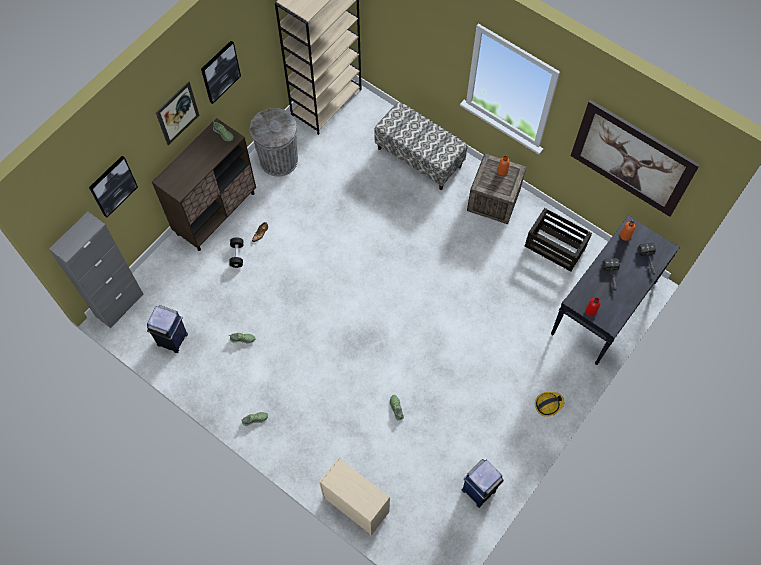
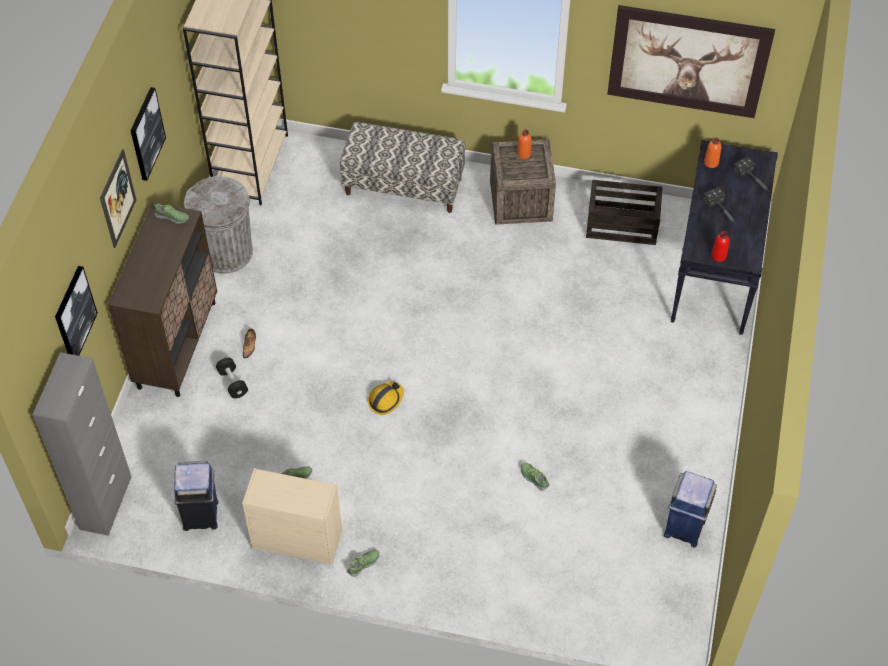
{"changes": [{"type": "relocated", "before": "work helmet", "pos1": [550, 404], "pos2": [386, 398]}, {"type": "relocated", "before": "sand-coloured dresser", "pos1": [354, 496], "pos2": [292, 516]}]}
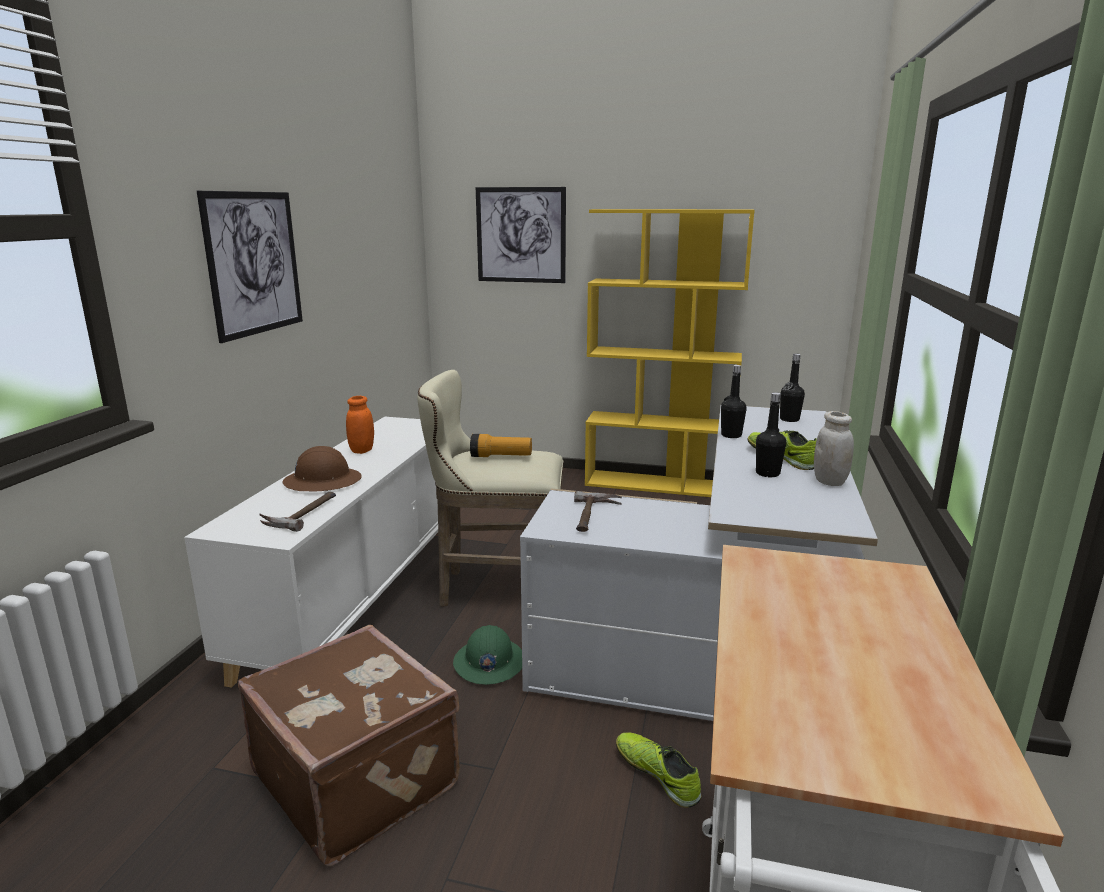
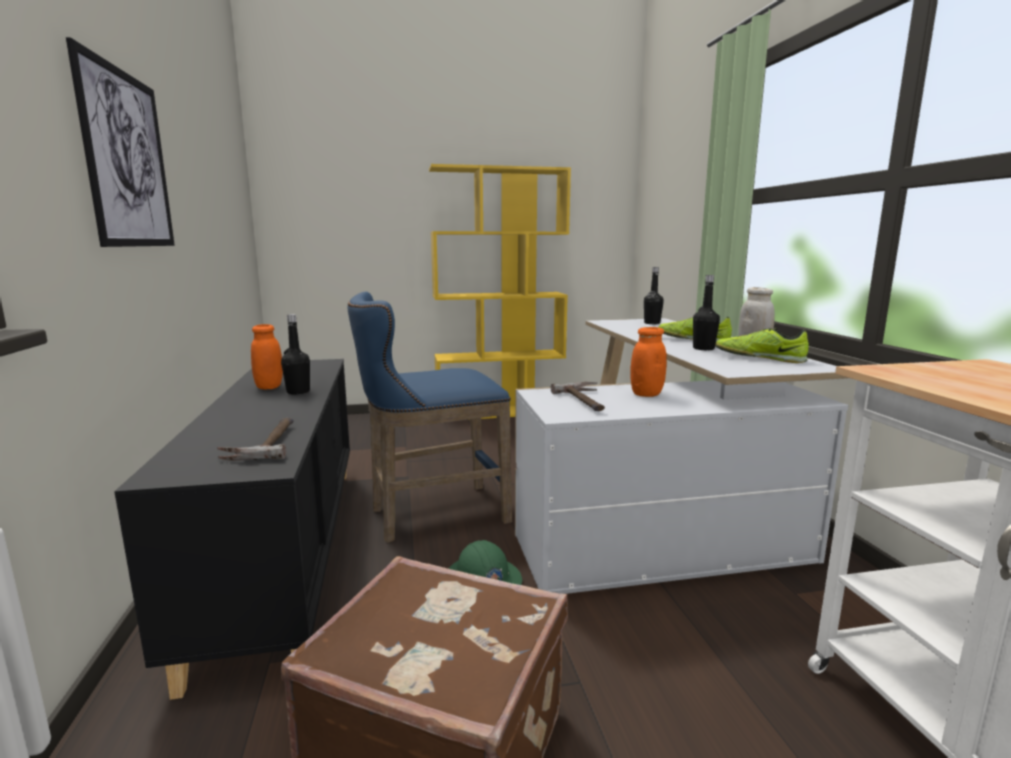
{"changes": [{"type": "missing", "before": "picture", "pos1": [521, 235]}, {"type": "relocated", "before": "blackish bottle", "pos1": [734, 401], "pos2": [295, 354]}, {"type": "colour", "before": "sand-coloured sitting stool", "after": "bluish sitting stool", "pos1": [490, 488], "pos2": [430, 417]}, {"type": "colour", "before": "white-coloured cupboard", "after": "blackish cupboard", "pos1": [311, 552], "pos2": [232, 529]}, {"type": "missing", "before": "torch", "pos1": [501, 445]}, {"type": "missing", "before": "brown work helmet", "pos1": [322, 469]}, {"type": "relocated", "before": "shoe", "pos1": [658, 770], "pos2": [762, 345]}, {"type": "appeared", "after": "orange preserve jar", "pos2": [649, 362]}]}
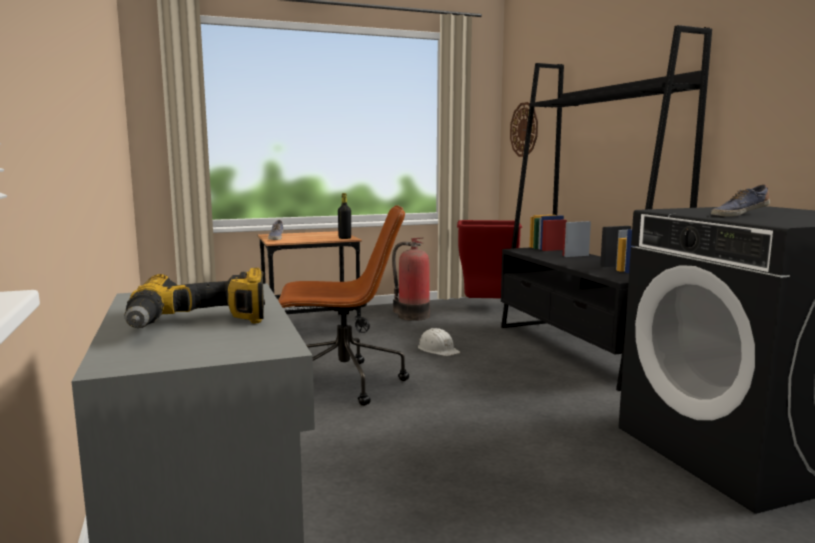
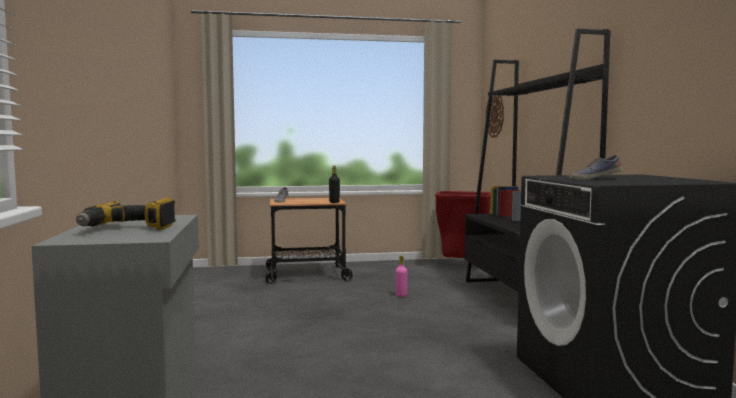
{"changes": [{"type": "missing", "before": "brown computer chair", "pos1": [343, 305]}, {"type": "missing", "before": "extinguisher", "pos1": [411, 279]}, {"type": "exchanged", "before": "white-coloured work helmet", "after": "pinkish bottle", "pos1": [439, 342], "pos2": [402, 276]}]}
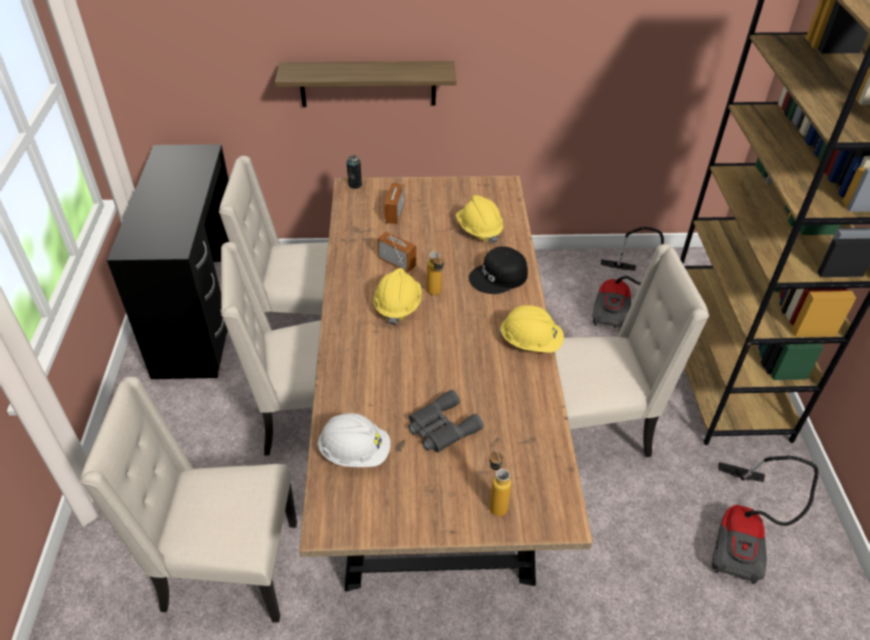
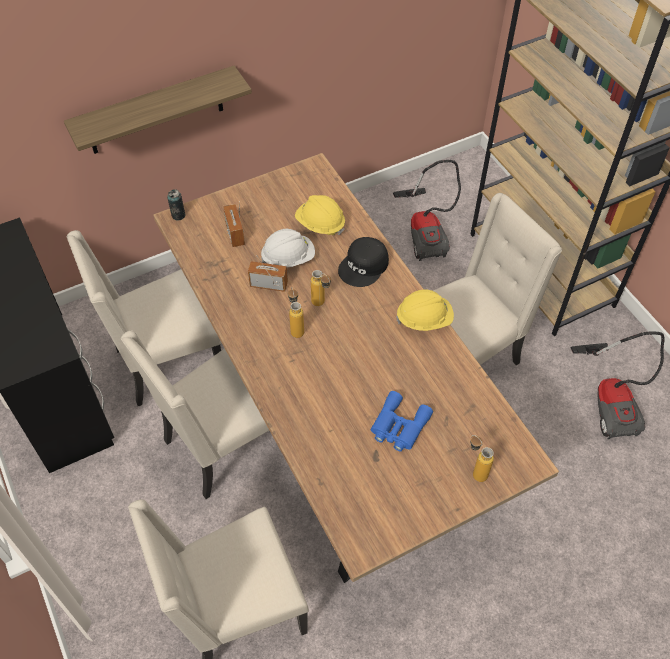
{"changes": [{"type": "exchanged", "before": "yellow-coloured work helmet", "after": "bottle", "pos1": [398, 296], "pos2": [296, 313]}, {"type": "colour", "before": "gray binoculars", "after": "bluish binoculars", "pos1": [446, 421], "pos2": [402, 421]}, {"type": "relocated", "before": "white-coloured work helmet", "pos1": [354, 440], "pos2": [288, 248]}]}
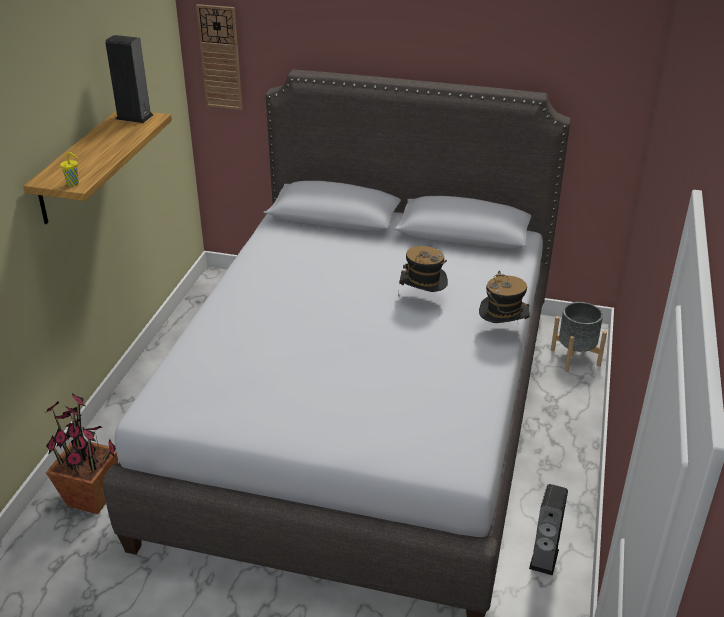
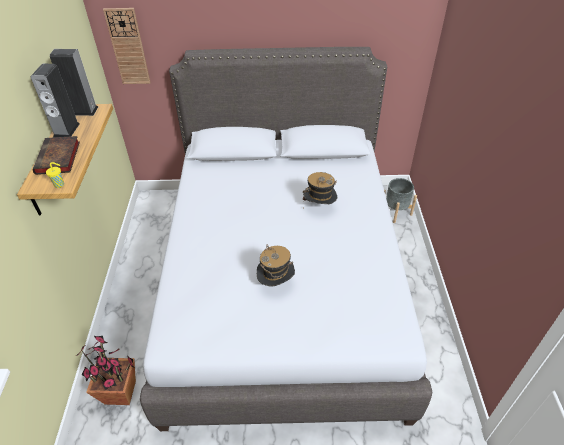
{"changes": [{"type": "relocated", "before": "hat", "pos1": [504, 297], "pos2": [276, 265]}, {"type": "relocated", "before": "loudspeaker", "pos1": [548, 530], "pos2": [55, 101]}, {"type": "appeared", "after": "volume", "pos2": [56, 155]}]}
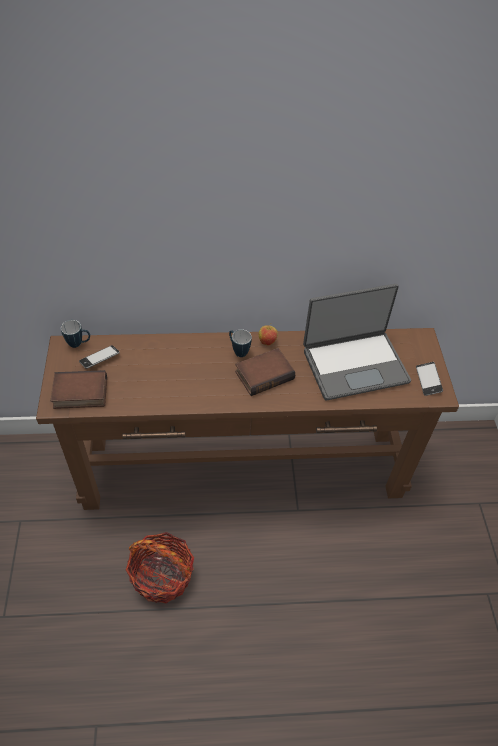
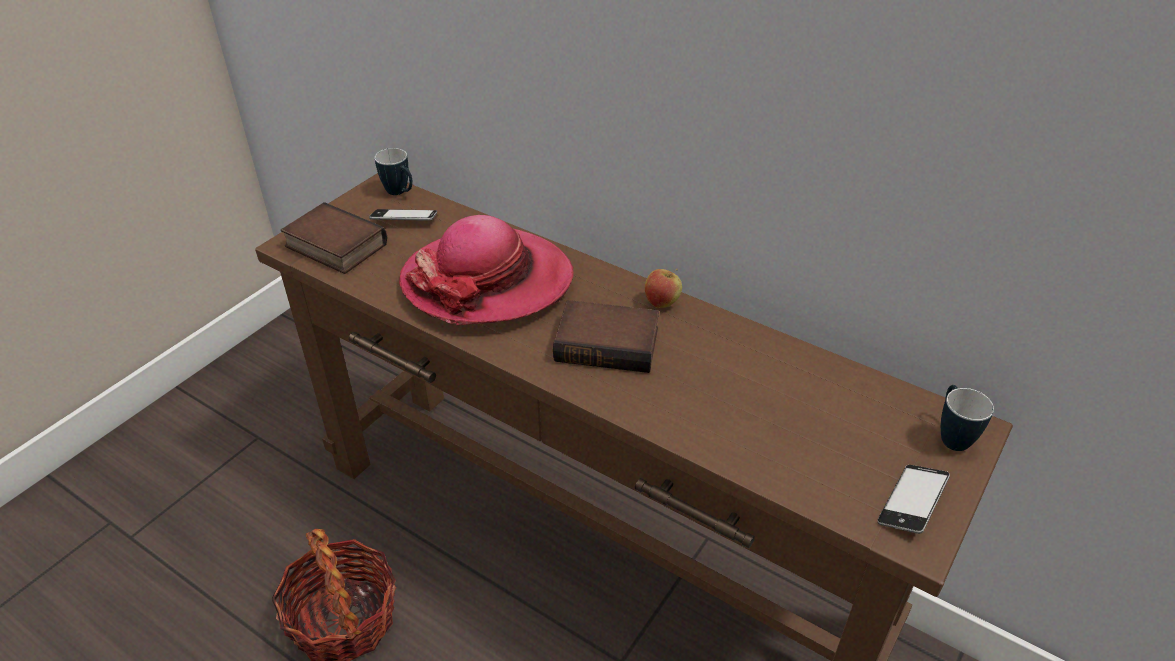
{"changes": [{"type": "missing", "before": "laptop", "pos1": [357, 342]}, {"type": "relocated", "before": "coffee mug", "pos1": [240, 343], "pos2": [967, 418]}, {"type": "appeared", "after": "hat", "pos2": [486, 270]}]}
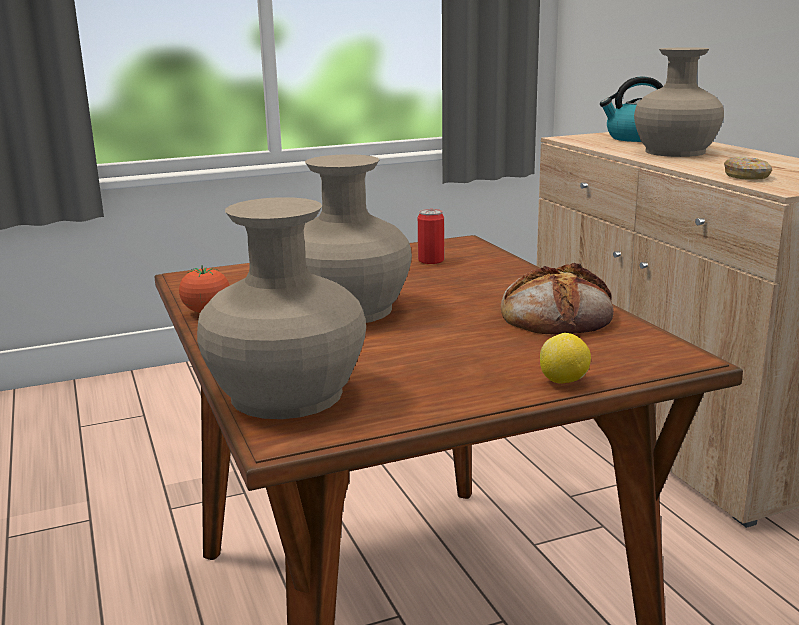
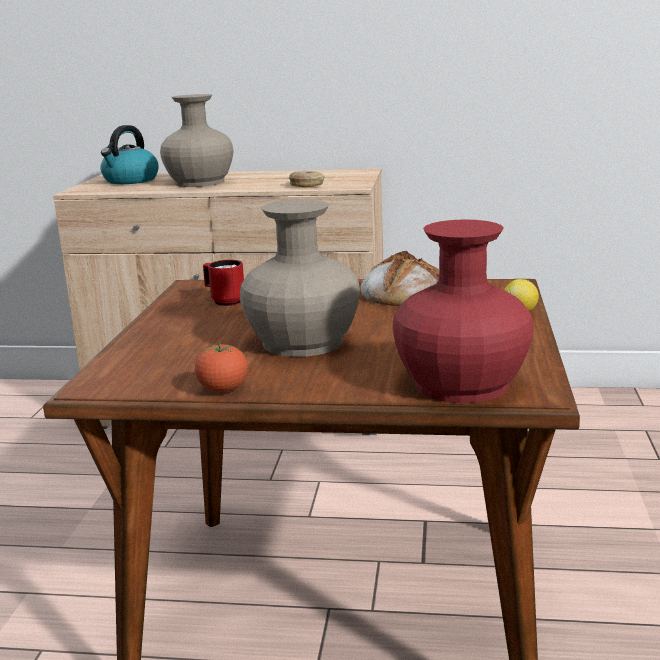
{"changes": [{"type": "colour", "before": "sand-coloured flower vase", "after": "red flower vase", "pos1": [281, 308], "pos2": [463, 311]}, {"type": "exchanged", "before": "can", "after": "red coffee mug", "pos1": [431, 236], "pos2": [223, 283]}]}
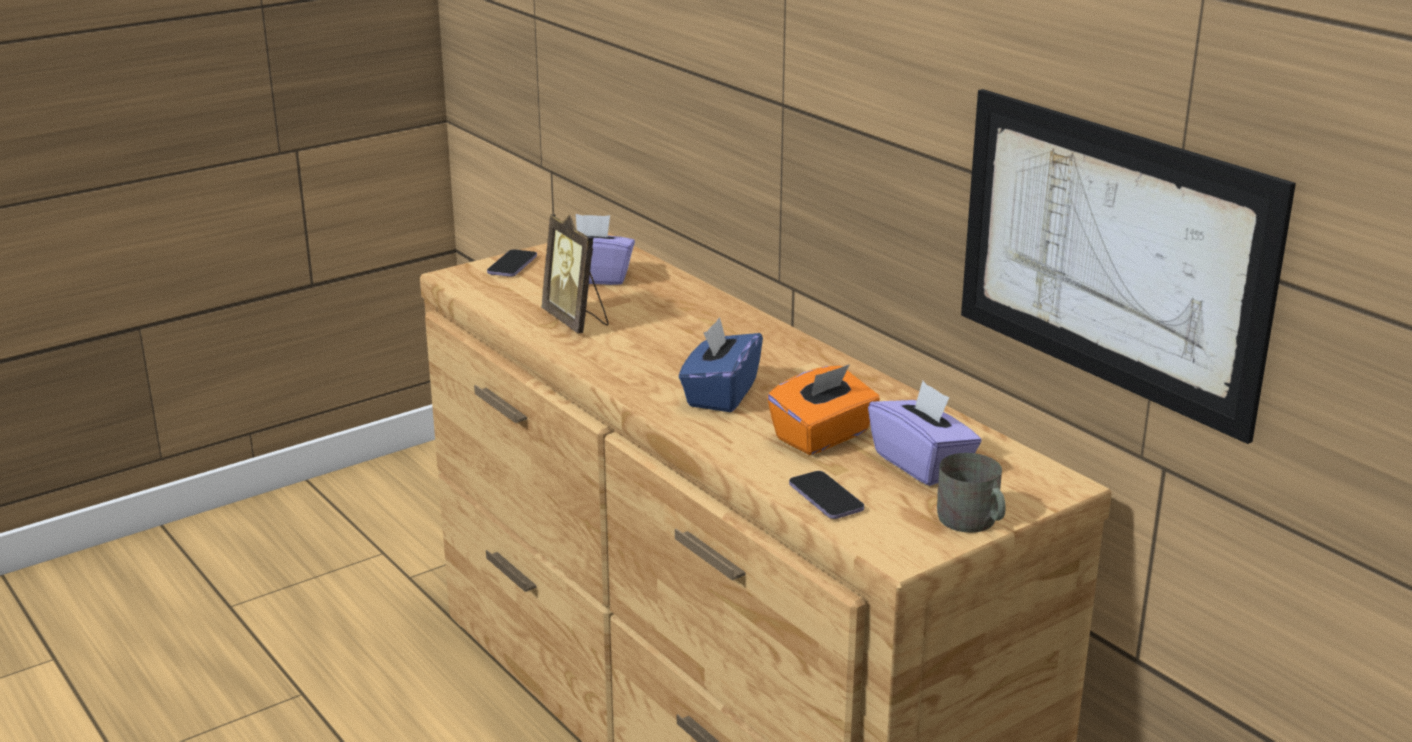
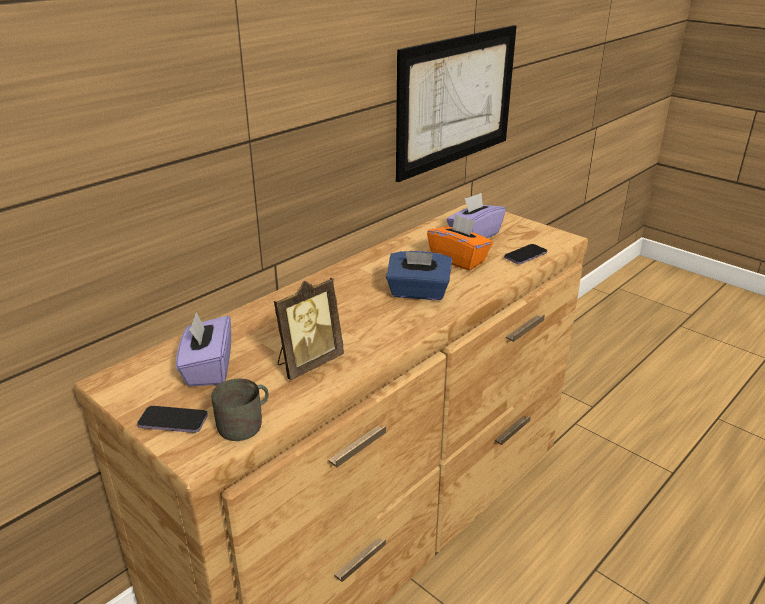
{"changes": [{"type": "relocated", "before": "gray coffee mug", "pos1": [971, 493], "pos2": [240, 409]}]}
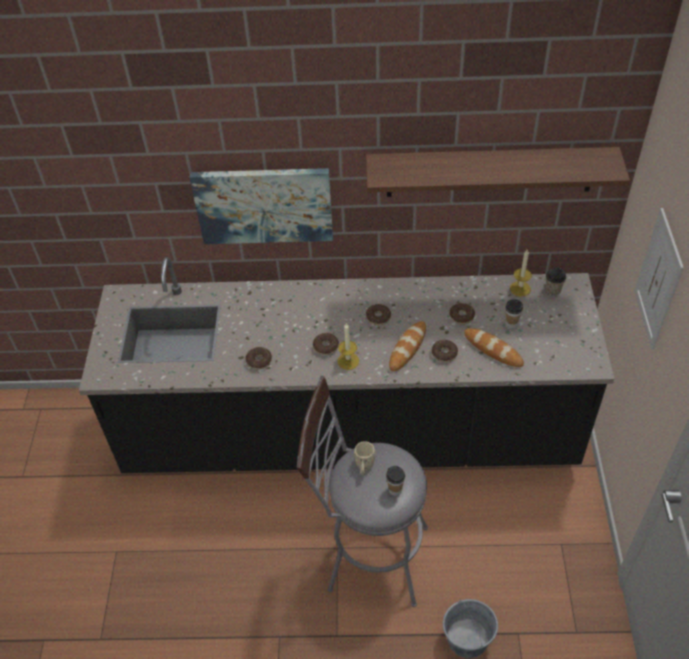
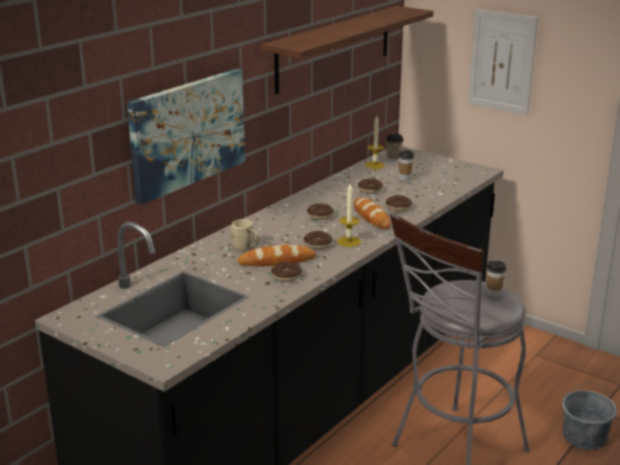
{"changes": [{"type": "relocated", "before": "bread", "pos1": [494, 347], "pos2": [277, 255]}, {"type": "relocated", "before": "sand-coloured coffee mug", "pos1": [365, 458], "pos2": [245, 235]}]}
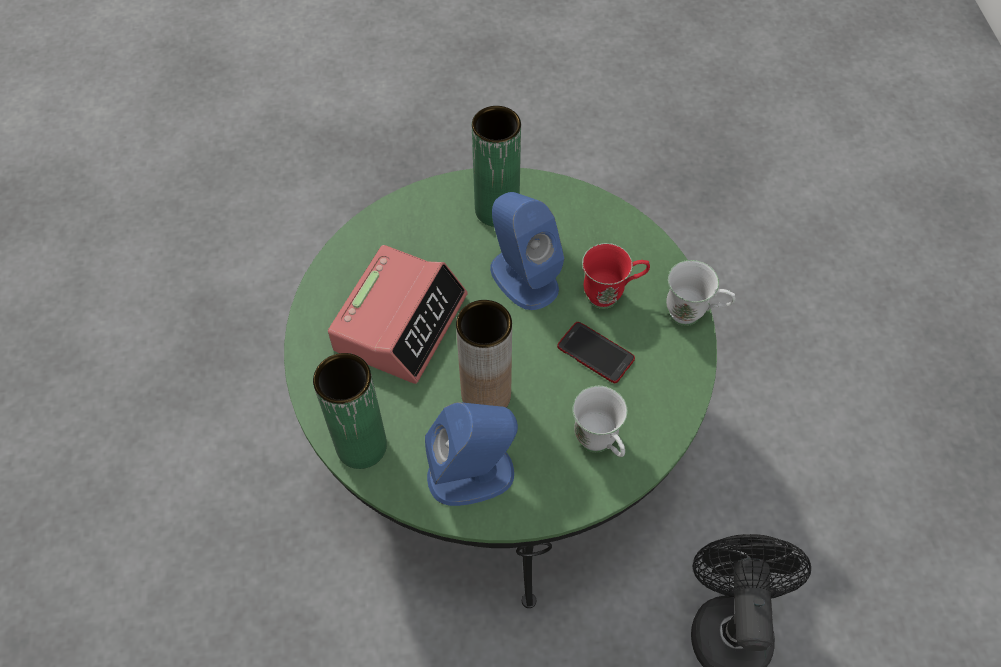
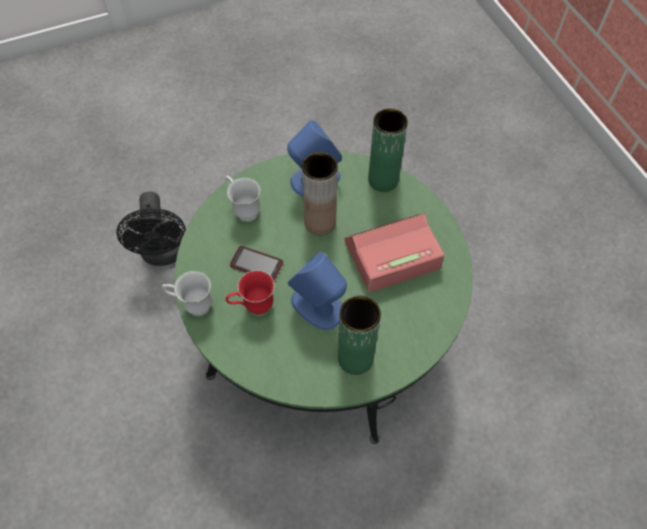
{"changes": [{"type": "spun", "before": "bedside clock", "pos1": [398, 314], "pos2": [394, 252], "turn": 60}]}
